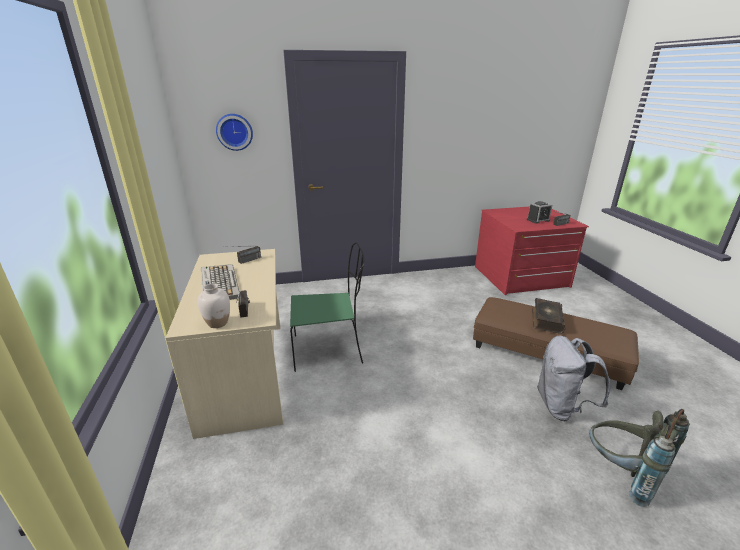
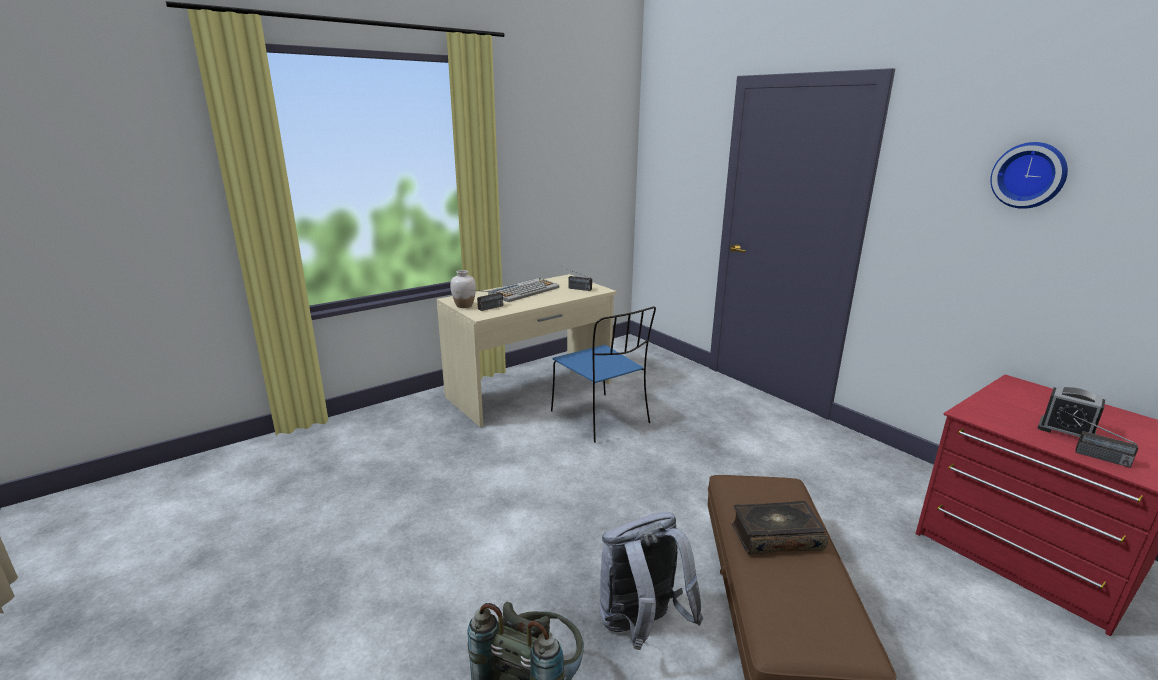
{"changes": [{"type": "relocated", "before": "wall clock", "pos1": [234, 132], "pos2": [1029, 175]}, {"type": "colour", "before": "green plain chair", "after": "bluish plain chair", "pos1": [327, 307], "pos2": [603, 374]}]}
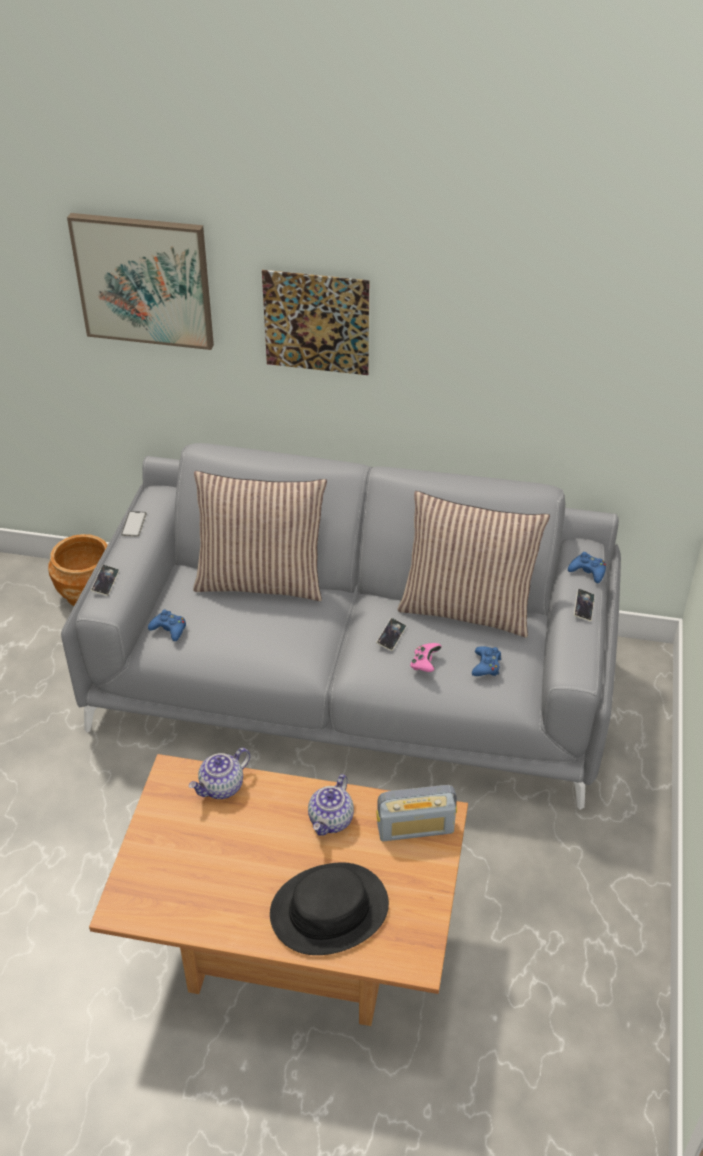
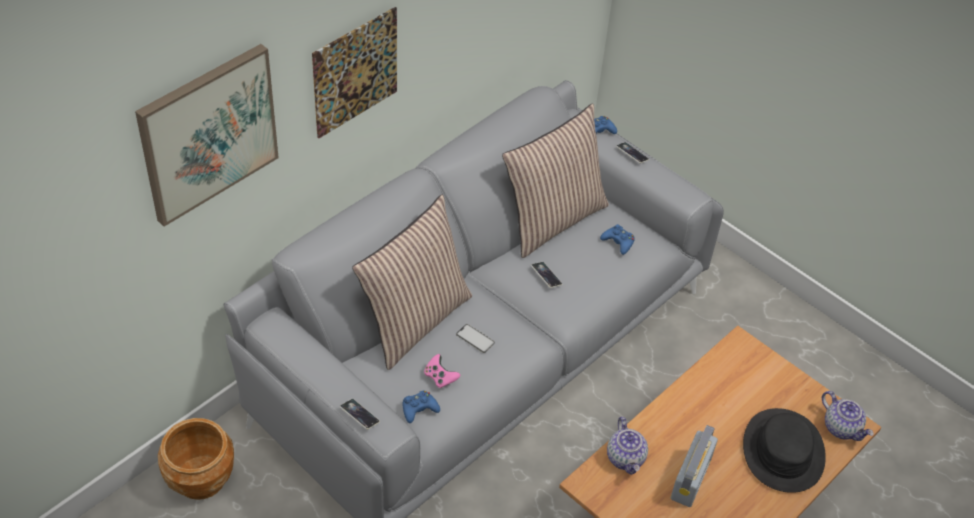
{"changes": [{"type": "relocated", "before": "handset", "pos1": [133, 524], "pos2": [475, 338]}, {"type": "relocated", "before": "pinkish joypad", "pos1": [426, 657], "pos2": [442, 371]}, {"type": "relocated", "before": "teapot", "pos1": [331, 804], "pos2": [848, 416]}, {"type": "relocated", "before": "radio set", "pos1": [416, 813], "pos2": [694, 466]}]}
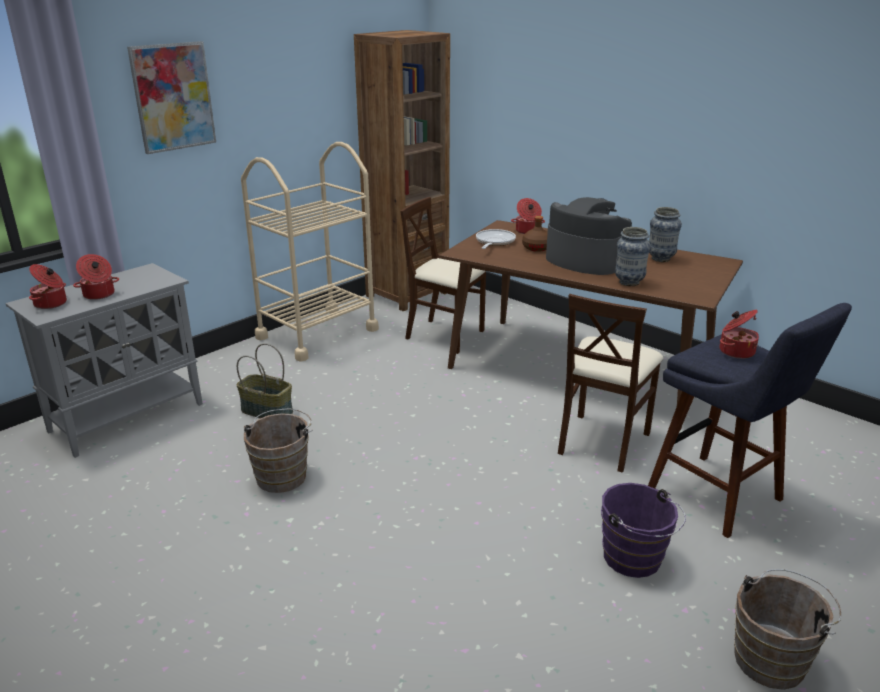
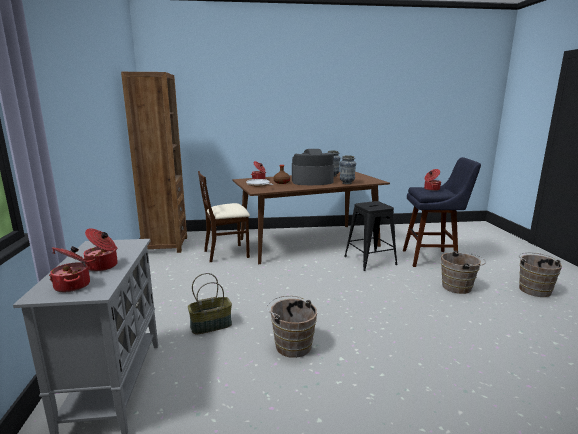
{"changes": [{"type": "missing", "before": "picture", "pos1": [171, 97]}, {"type": "missing", "before": "sand-coloured wheeled cart", "pos1": [310, 252]}, {"type": "exchanged", "before": "sand-coloured plain chair", "after": "blackish sitting stool", "pos1": [610, 383], "pos2": [371, 236]}, {"type": "colour", "before": "purple-coloured bucket", "after": "brown bucket", "pos1": [643, 530], "pos2": [463, 272]}]}
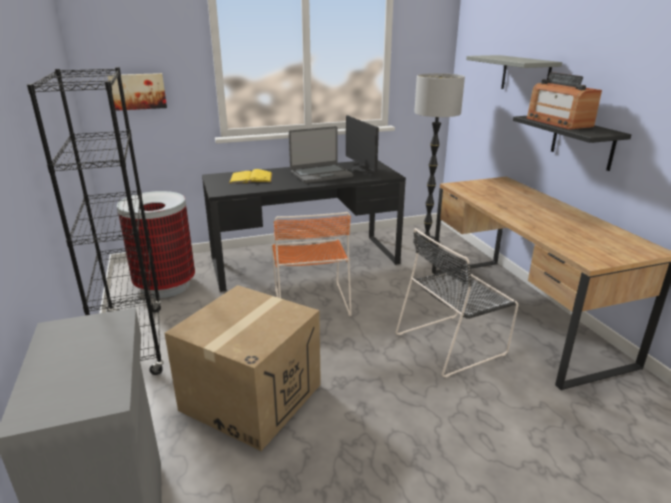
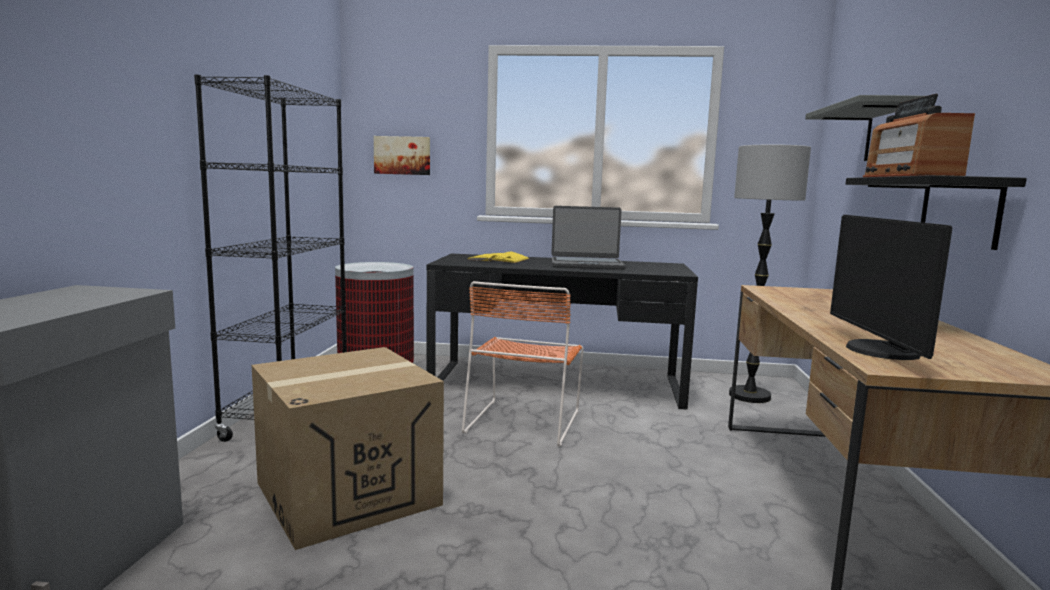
{"changes": [{"type": "relocated", "before": "monitor", "pos1": [362, 144], "pos2": [891, 287]}, {"type": "missing", "before": "blackish plain chair", "pos1": [456, 303]}]}
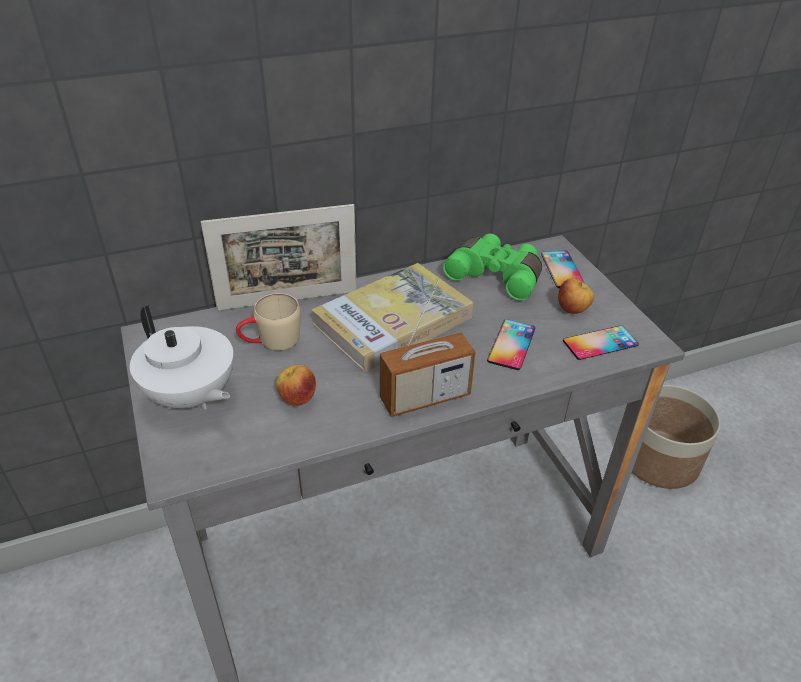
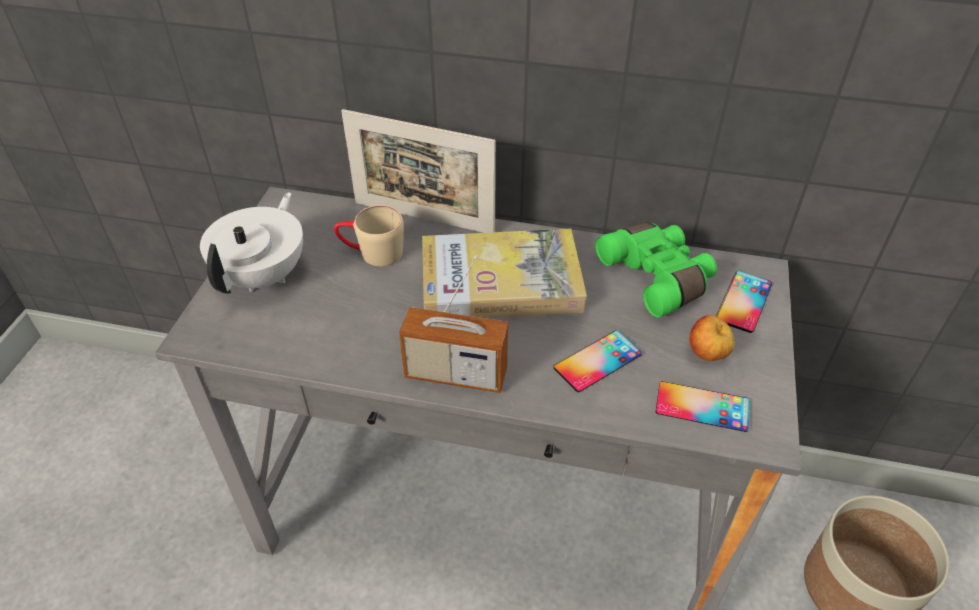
{"changes": [{"type": "spun", "before": "white-coloured teapot", "pos1": [182, 357], "pos2": [251, 243], "turn": -150}, {"type": "missing", "before": "whole apple", "pos1": [296, 385]}]}
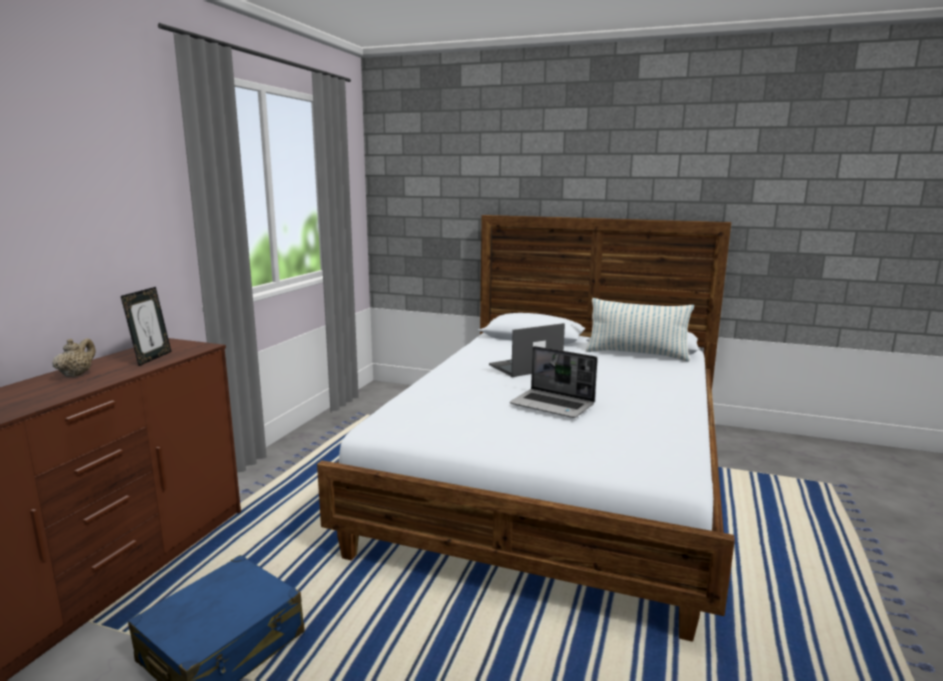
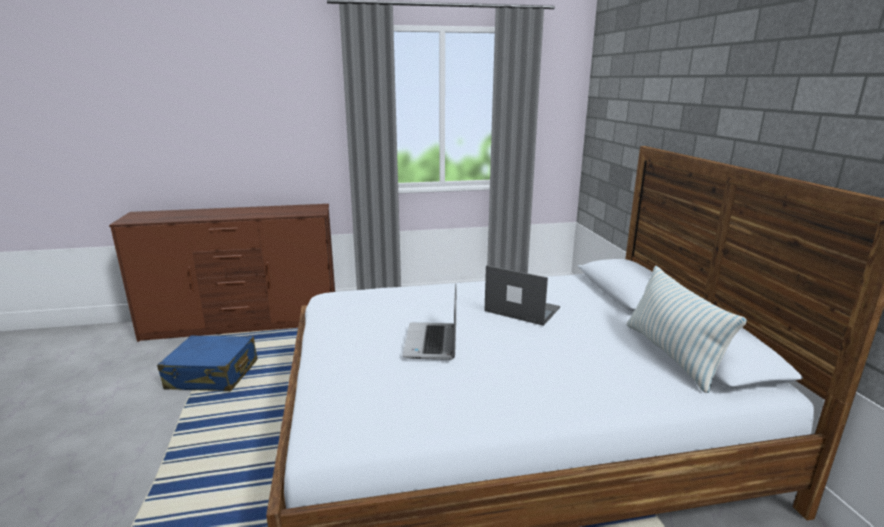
{"changes": [{"type": "missing", "before": "standing frame", "pos1": [146, 326]}, {"type": "missing", "before": "sand-coloured teapot", "pos1": [74, 357]}]}
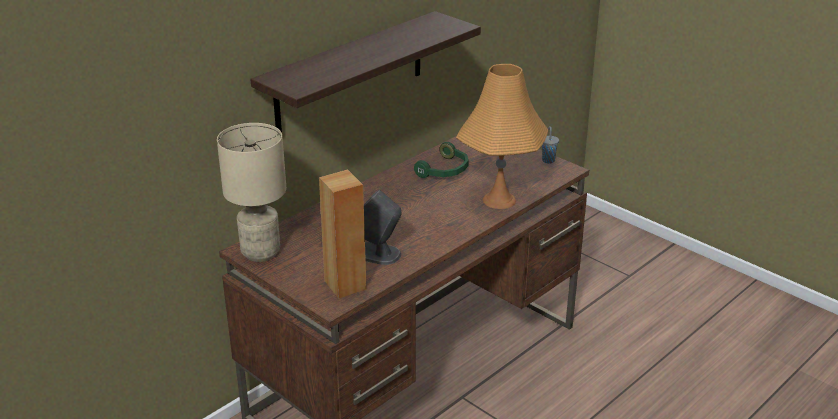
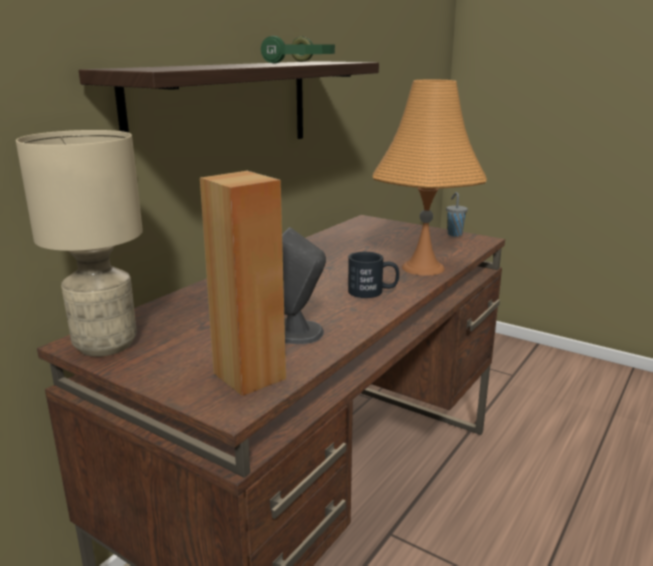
{"changes": [{"type": "relocated", "before": "green headset", "pos1": [441, 160], "pos2": [298, 49]}, {"type": "appeared", "after": "blackish coffee mug", "pos2": [373, 275]}]}
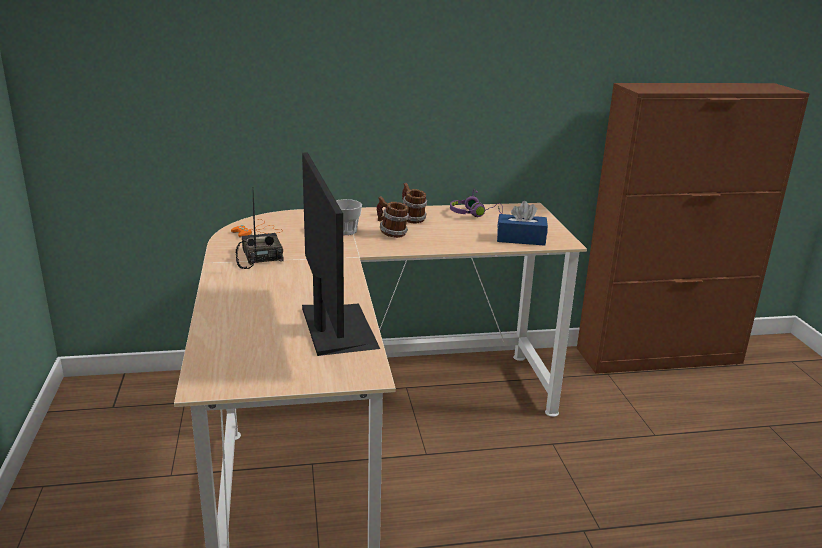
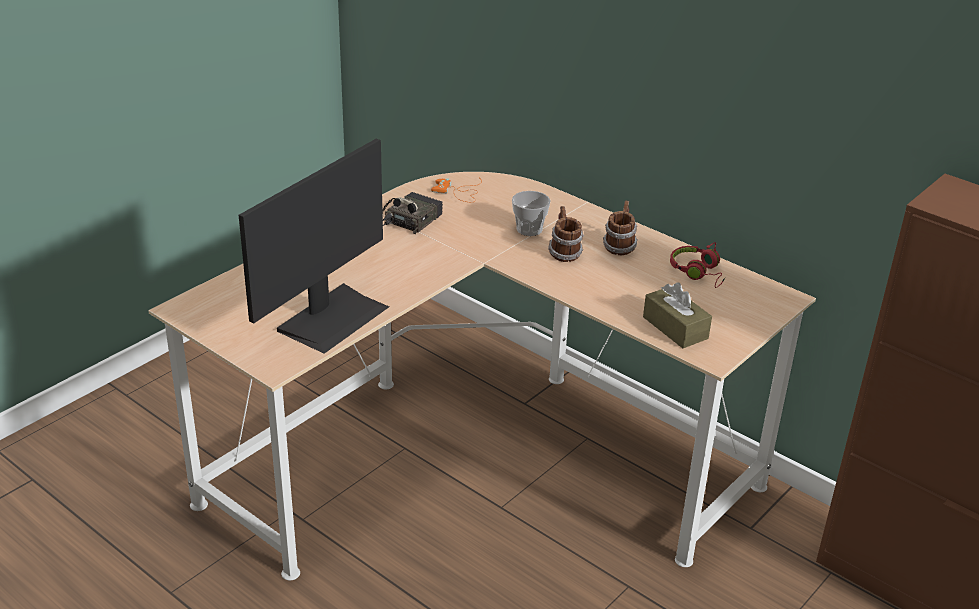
{"changes": [{"type": "colour", "before": "purple-coloured headset", "after": "red headset", "pos1": [476, 203], "pos2": [697, 265]}, {"type": "colour", "before": "bluish tissue box", "after": "brown tissue box", "pos1": [522, 223], "pos2": [677, 315]}]}
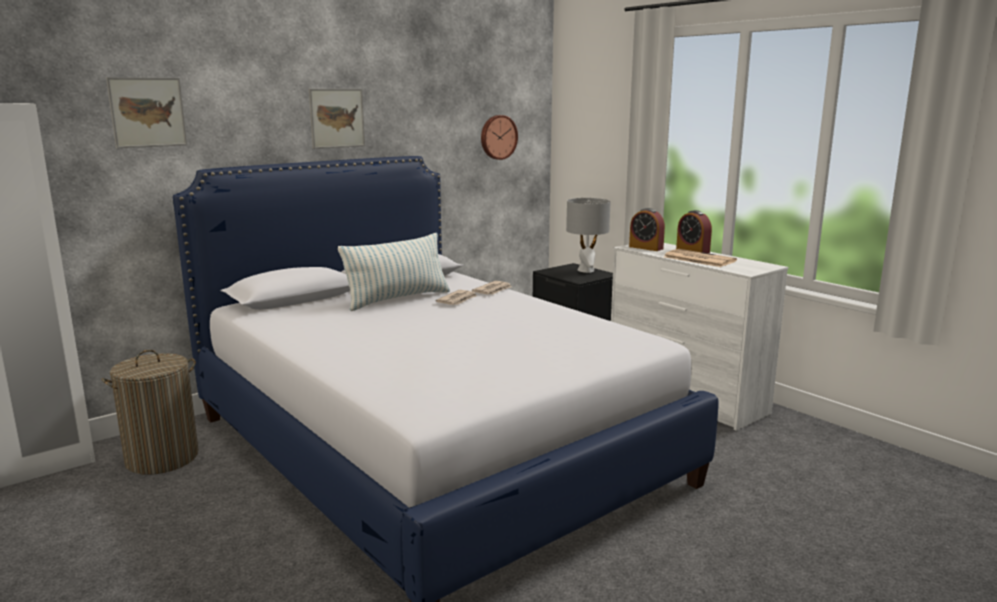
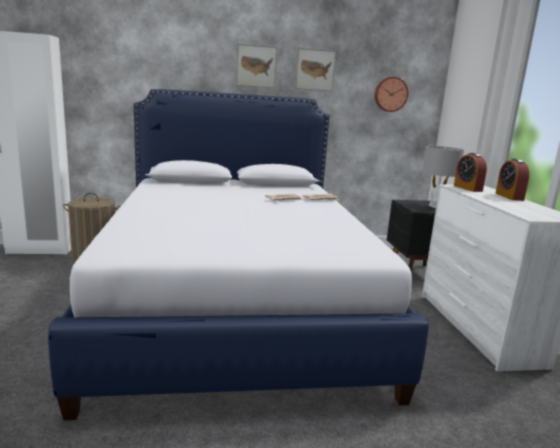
{"changes": [{"type": "relocated", "before": "picture", "pos1": [146, 112], "pos2": [315, 70]}, {"type": "missing", "before": "cushion", "pos1": [394, 272]}, {"type": "missing", "before": "newspaper", "pos1": [700, 258]}]}
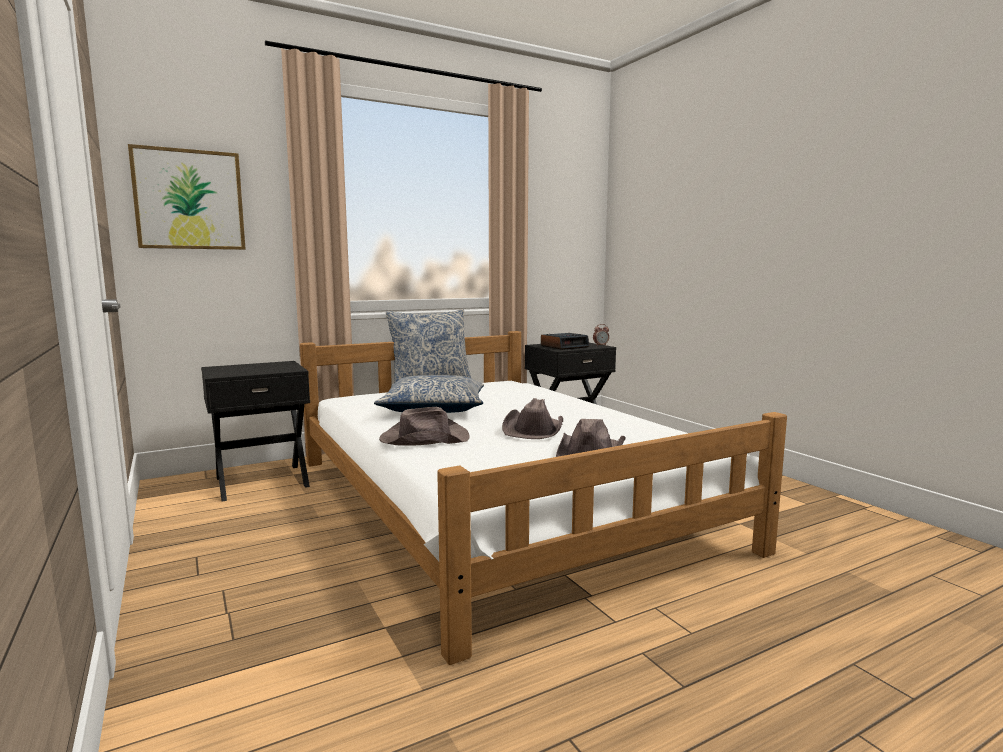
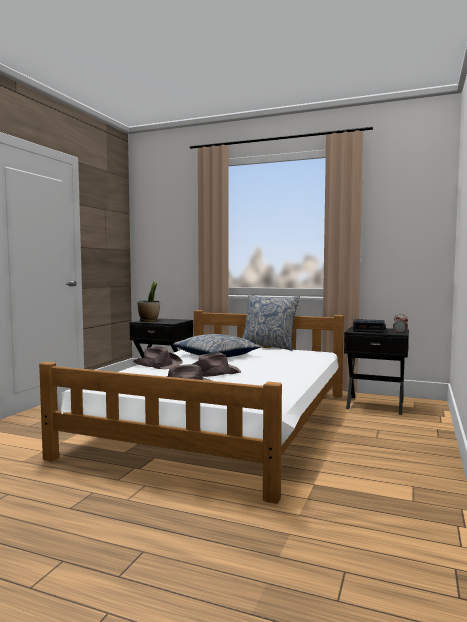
{"changes": [{"type": "missing", "before": "picture", "pos1": [187, 197]}, {"type": "appeared", "after": "houseplant", "pos2": [148, 301]}]}
